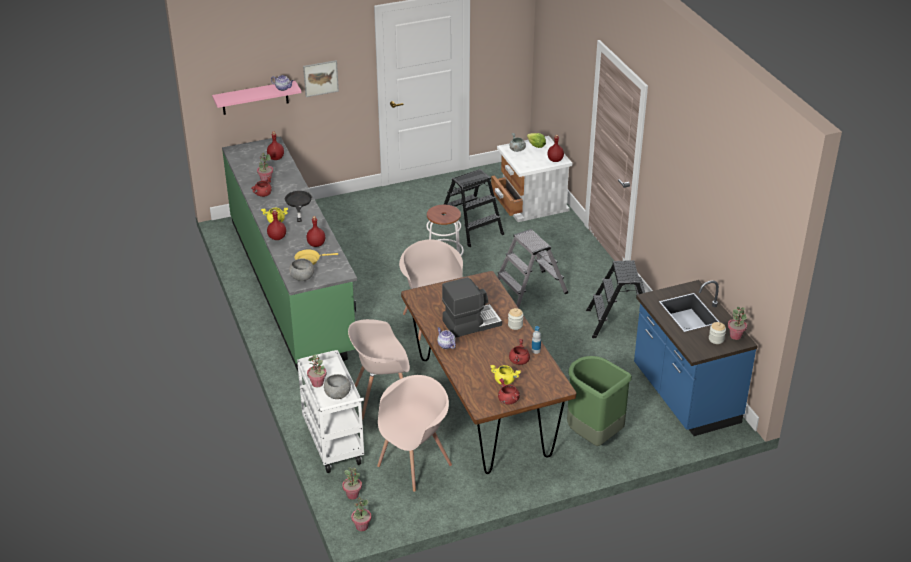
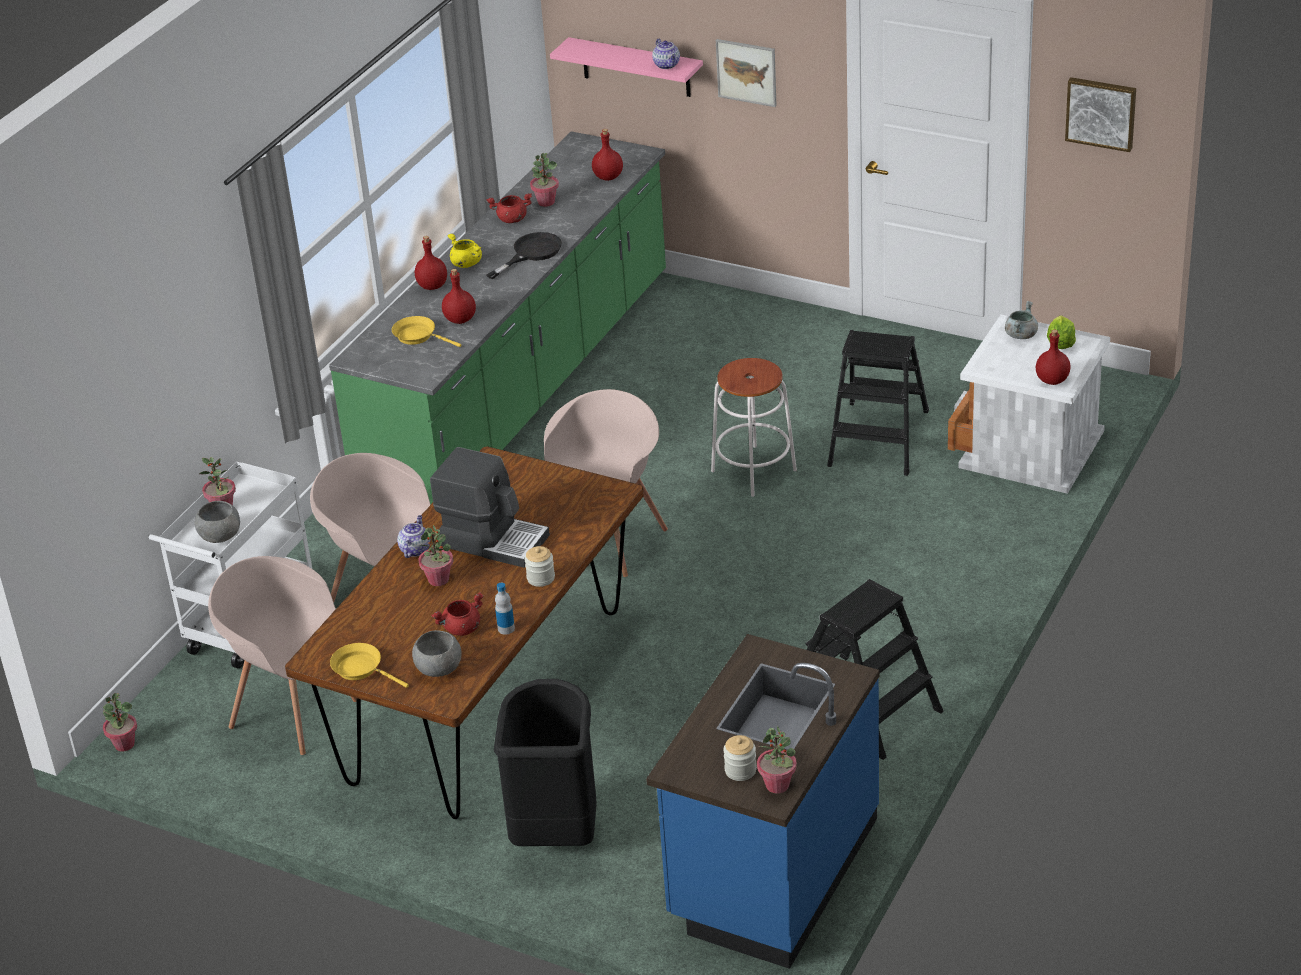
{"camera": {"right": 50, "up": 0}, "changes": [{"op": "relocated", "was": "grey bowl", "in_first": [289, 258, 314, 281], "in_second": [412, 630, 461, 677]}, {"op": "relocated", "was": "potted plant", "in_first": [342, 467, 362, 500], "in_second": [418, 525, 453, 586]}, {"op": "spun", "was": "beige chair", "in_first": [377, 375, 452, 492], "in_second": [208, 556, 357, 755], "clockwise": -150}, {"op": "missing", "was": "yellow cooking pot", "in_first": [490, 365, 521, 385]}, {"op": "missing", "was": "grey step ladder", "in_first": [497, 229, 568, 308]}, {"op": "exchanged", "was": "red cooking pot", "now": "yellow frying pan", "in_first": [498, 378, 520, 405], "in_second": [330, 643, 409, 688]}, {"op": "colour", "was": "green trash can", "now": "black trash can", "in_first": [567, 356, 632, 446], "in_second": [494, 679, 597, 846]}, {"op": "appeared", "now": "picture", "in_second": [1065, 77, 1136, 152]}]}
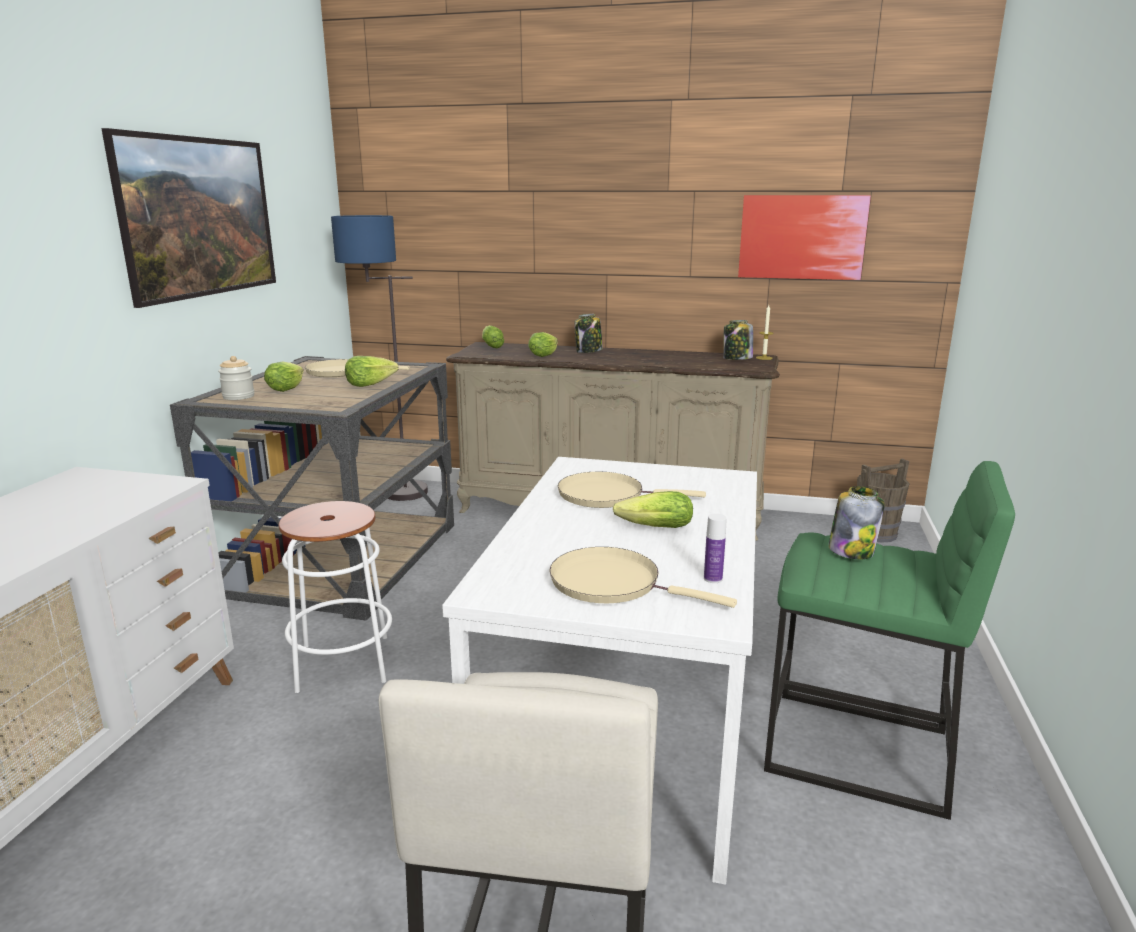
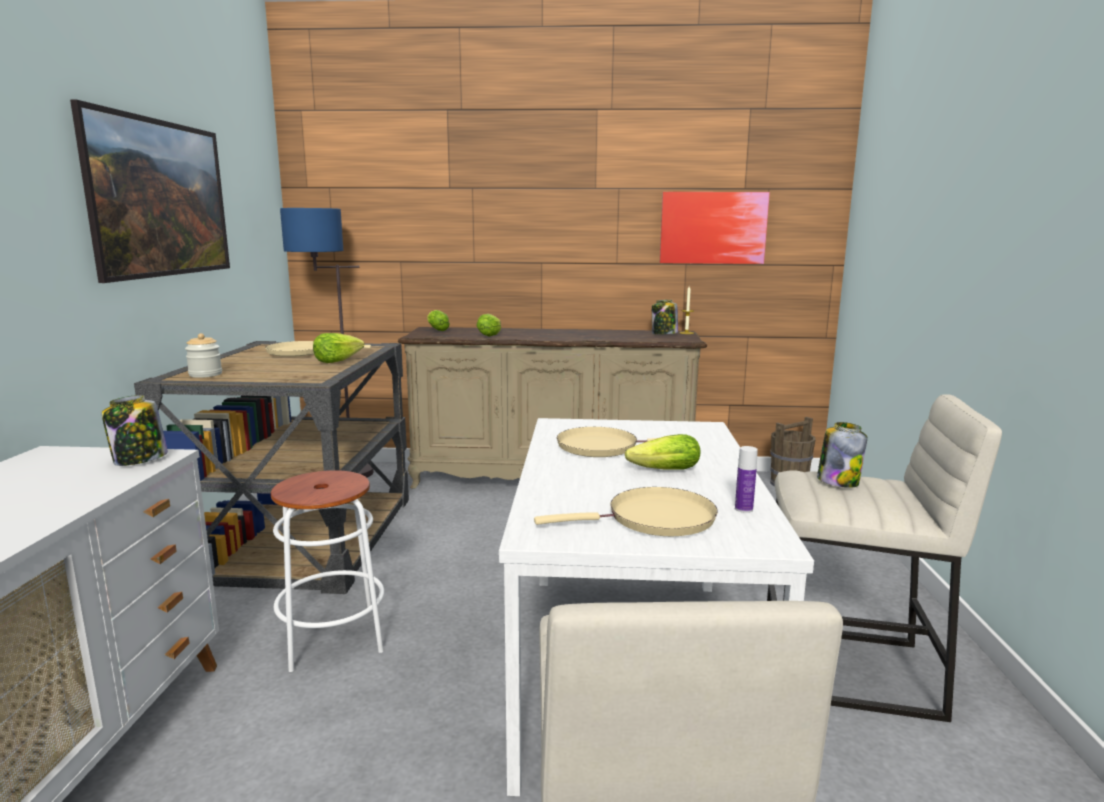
{"camera": {"right": -10, "up": -5}, "changes": [{"op": "missing", "was": "lettuce", "in_first": [264, 361, 304, 392]}, {"op": "spun", "was": "beige frying pan", "in_first": [549, 547, 737, 608], "in_second": [534, 487, 718, 536], "clockwise": 150}, {"op": "relocated", "was": "jar", "in_first": [574, 314, 603, 353], "in_second": [102, 395, 168, 466]}, {"op": "colour", "was": "green stool", "now": "beige stool", "in_first": [764, 461, 1015, 820], "in_second": [767, 394, 1002, 722]}]}
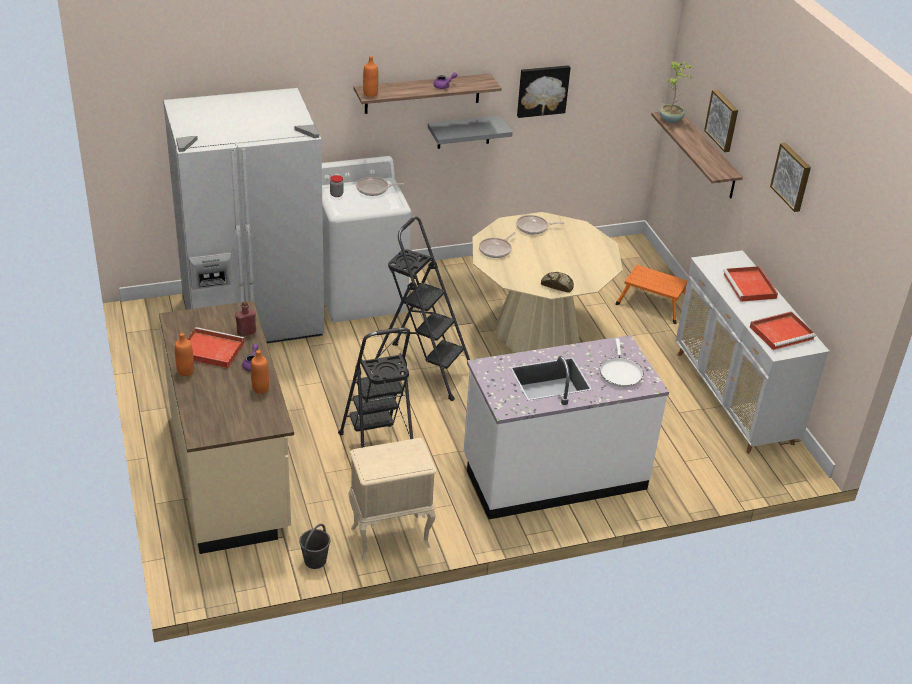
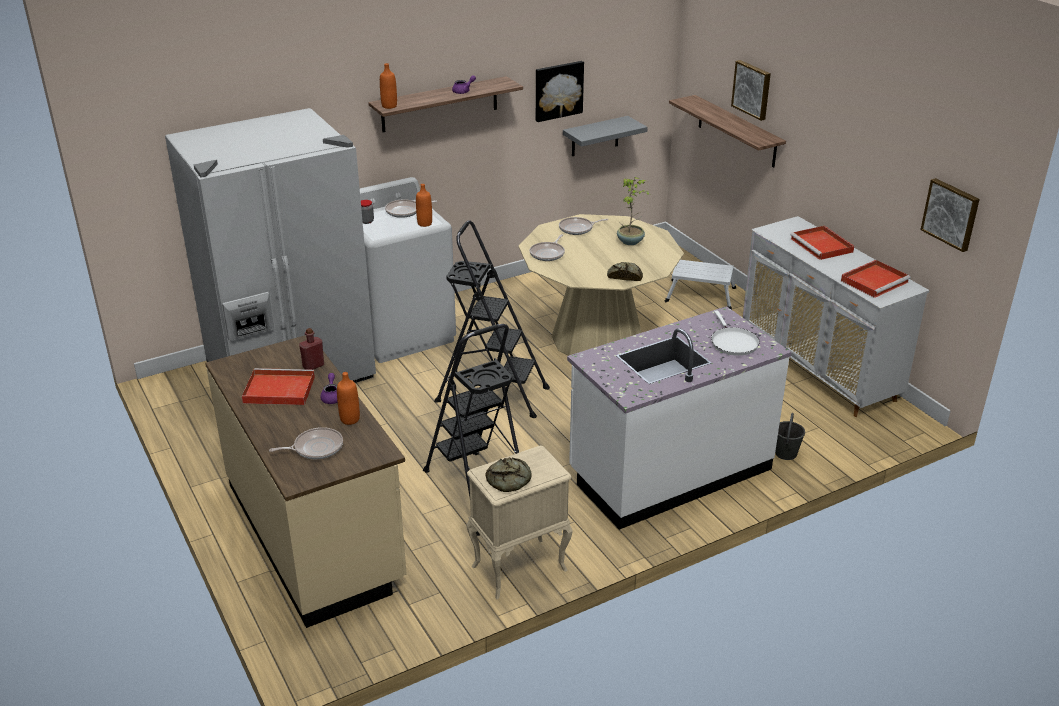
{"camera": {"right": -10, "up": -5}, "changes": [{"op": "relocated", "was": "orange bottle", "in_first": [175, 333, 194, 376], "in_second": [416, 184, 432, 227]}, {"op": "relocated", "was": "grey bucket", "in_first": [299, 524, 330, 569], "in_second": [775, 413, 805, 460]}, {"op": "relocated", "was": "grey shelf", "in_first": [428, 116, 513, 149], "in_second": [563, 116, 648, 156]}, {"op": "colour", "was": "orange step ladder", "now": "white step ladder", "in_first": [615, 264, 688, 324], "in_second": [664, 260, 736, 310]}, {"op": "relocated", "was": "potted plant", "in_first": [660, 61, 694, 123], "in_second": [617, 177, 651, 245]}, {"op": "relocated", "was": "picture", "in_first": [770, 143, 811, 212], "in_second": [920, 178, 980, 252]}, {"op": "appeared", "now": "frying pan", "in_second": [269, 427, 343, 459]}, {"op": "appeared", "now": "bread", "in_second": [485, 457, 531, 492]}]}
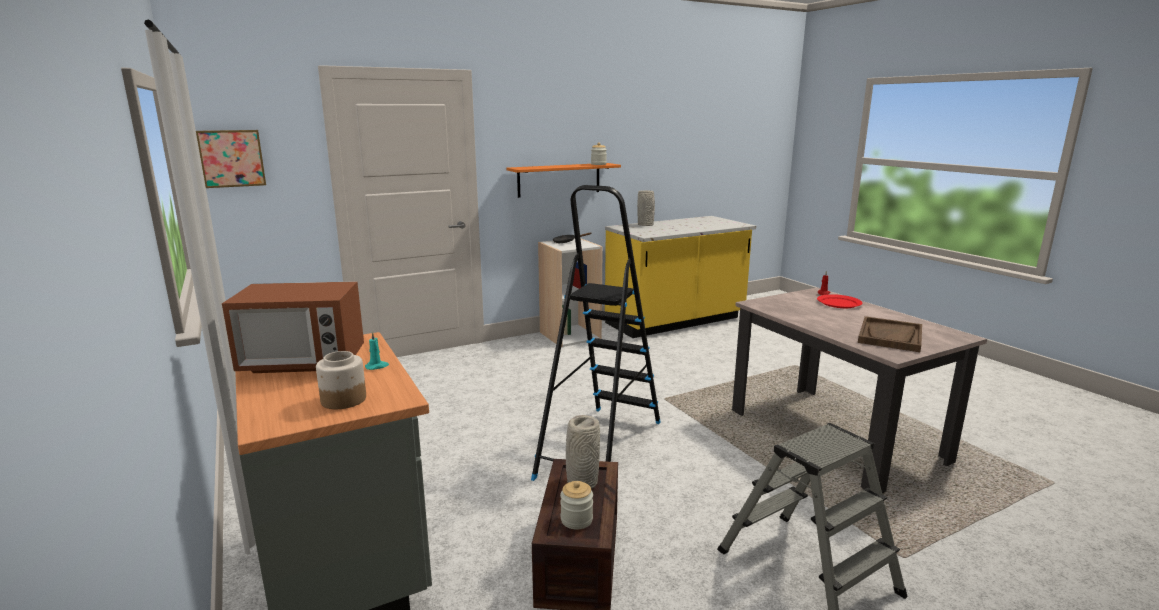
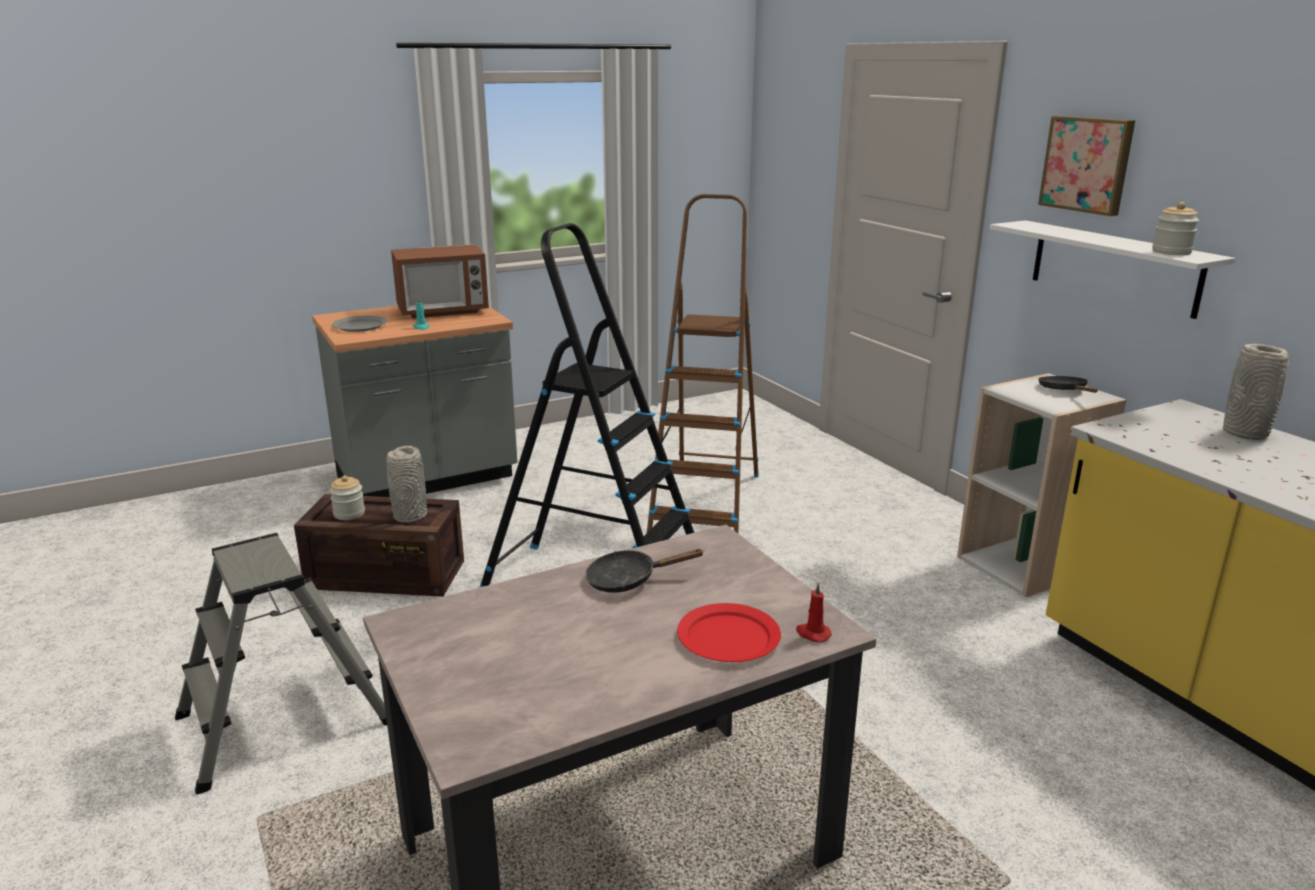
{"camera": {"right": 90, "up": 5}, "changes": [{"op": "relocated", "was": "picture", "in_first": [196, 130, 266, 188], "in_second": [1038, 116, 1135, 216]}, {"op": "spun", "was": "microwave", "in_first": [222, 281, 364, 373], "in_second": [391, 244, 489, 318], "clockwise": -105}, {"op": "exchanged", "was": "jar", "now": "grey plate", "in_first": [316, 351, 366, 409], "in_second": [332, 315, 388, 332]}, {"op": "colour", "was": "orange shelf", "now": "white shelf", "in_first": [506, 163, 621, 198], "in_second": [990, 220, 1235, 319]}, {"op": "missing", "was": "brown tray", "in_first": [858, 316, 922, 352]}, {"op": "appeared", "now": "black frying pan", "in_second": [585, 549, 704, 593]}, {"op": "appeared", "now": "brown step ladder", "in_second": [647, 194, 759, 534]}]}
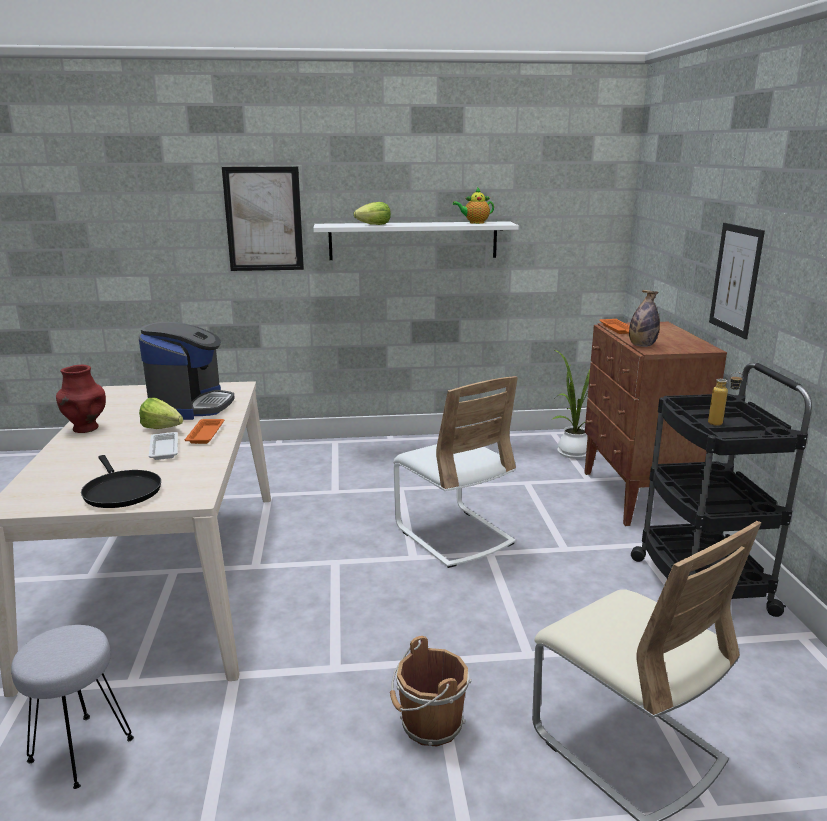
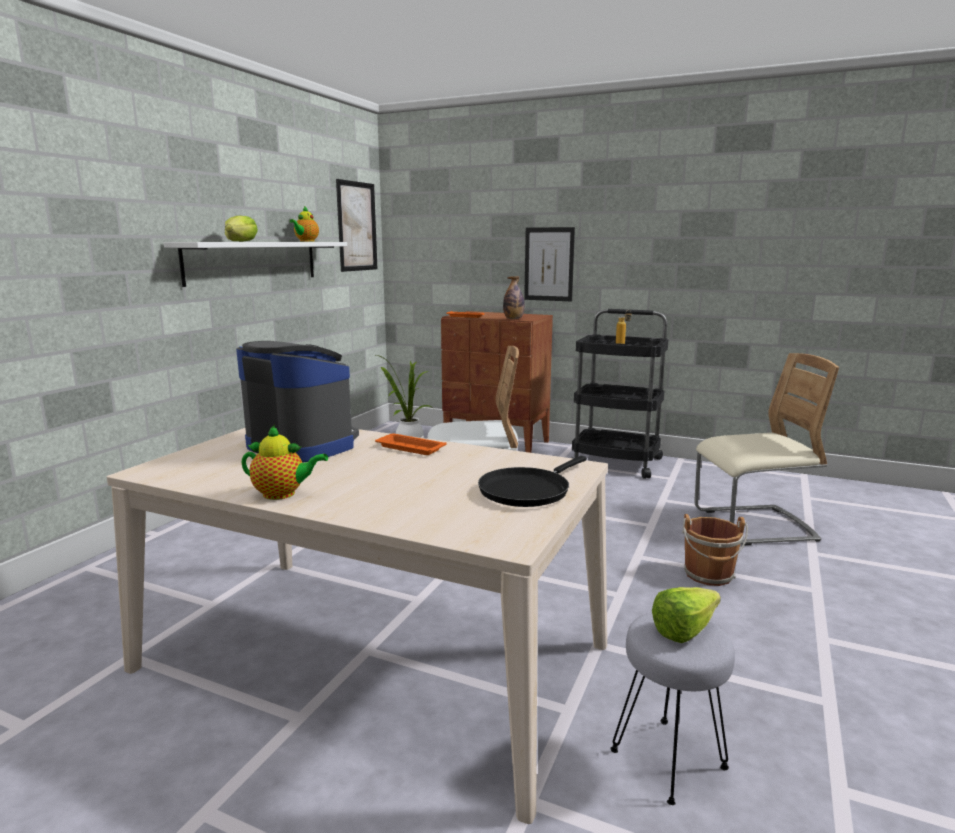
{"camera": {"right": -60, "up": -5}, "changes": [{"op": "exchanged", "was": "red vase", "now": "teapot", "in_first": [56, 365, 106, 433], "in_second": [241, 425, 328, 500]}, {"op": "spun", "was": "black frying pan", "in_first": [81, 455, 161, 508], "in_second": [478, 456, 587, 507], "clockwise": 135}, {"op": "relocated", "was": "lettuce", "in_first": [139, 397, 183, 429], "in_second": [652, 587, 721, 643]}, {"op": "missing", "was": "white tray", "in_first": [149, 432, 178, 460]}, {"op": "relocated", "was": "picture", "in_first": [222, 166, 304, 271], "in_second": [336, 179, 377, 272]}]}
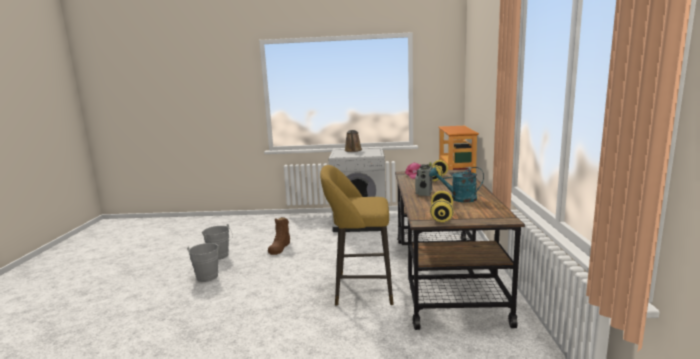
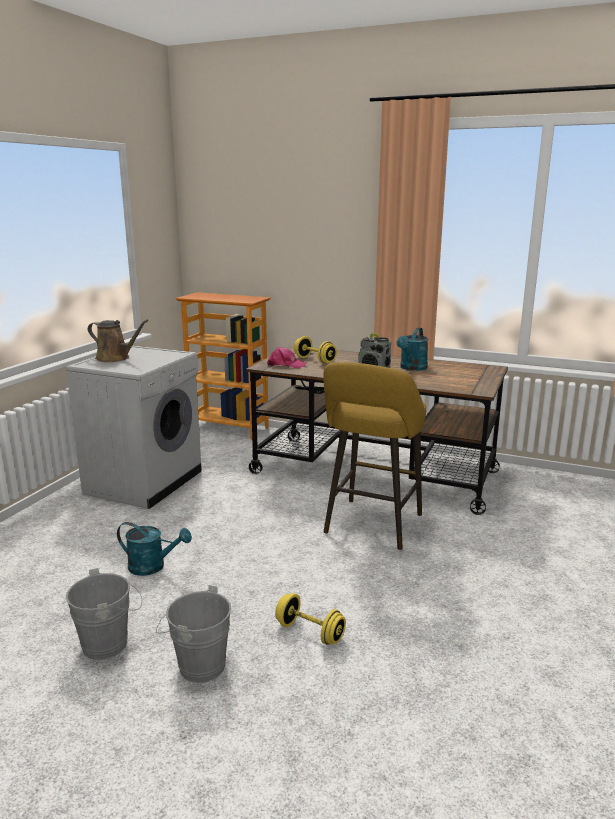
{"camera": {"right": -70, "up": 5}, "changes": [{"op": "exchanged", "was": "brown boot", "now": "turquoise watering can", "in_first": [268, 217, 290, 255], "in_second": [117, 522, 192, 576]}, {"op": "relocated", "was": "yellow dumbbell", "in_first": [430, 191, 454, 222], "in_second": [275, 593, 346, 645]}]}
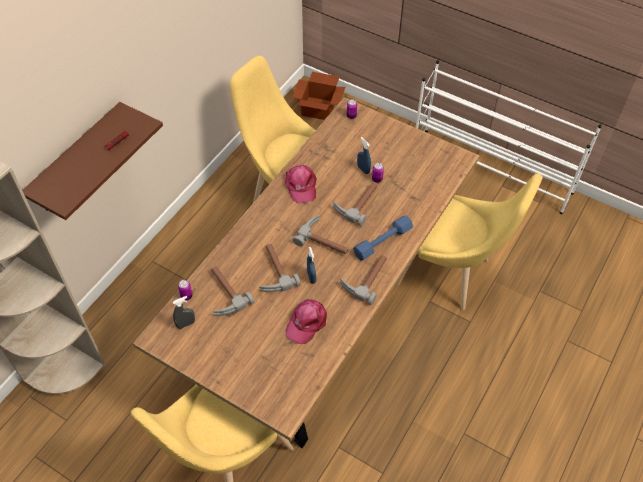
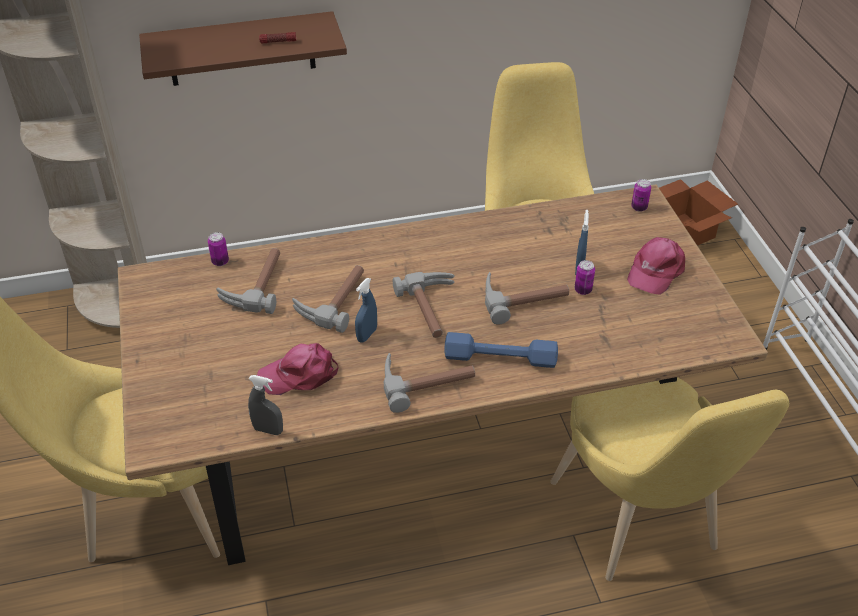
{"camera": {"right": 45, "up": -10}, "changes": [{"op": "relocated", "was": "grey spray bottle", "in_first": [173, 296, 195, 329], "in_second": [248, 375, 283, 435]}, {"op": "relocated", "was": "pink cap", "in_first": [285, 165, 316, 203], "in_second": [627, 237, 685, 295]}]}
